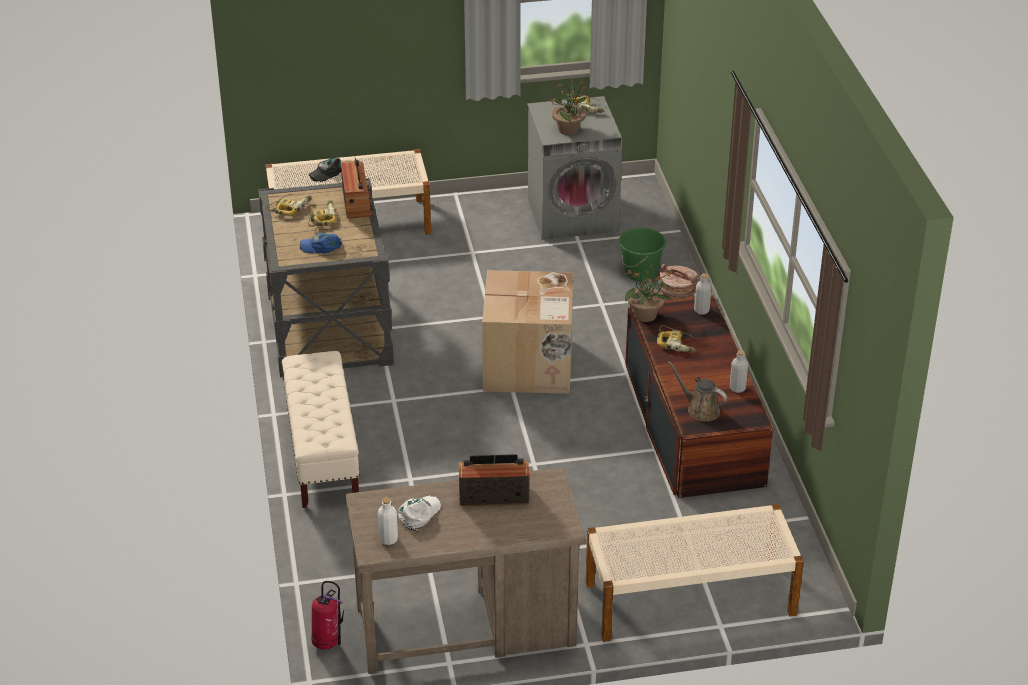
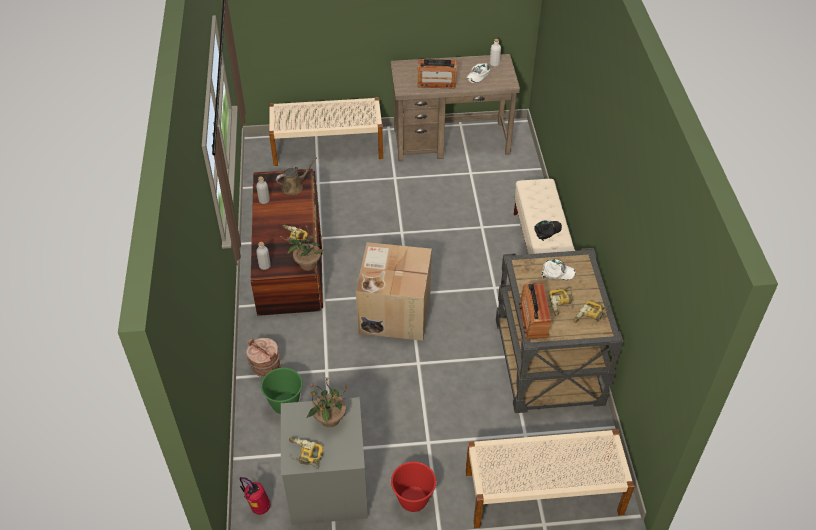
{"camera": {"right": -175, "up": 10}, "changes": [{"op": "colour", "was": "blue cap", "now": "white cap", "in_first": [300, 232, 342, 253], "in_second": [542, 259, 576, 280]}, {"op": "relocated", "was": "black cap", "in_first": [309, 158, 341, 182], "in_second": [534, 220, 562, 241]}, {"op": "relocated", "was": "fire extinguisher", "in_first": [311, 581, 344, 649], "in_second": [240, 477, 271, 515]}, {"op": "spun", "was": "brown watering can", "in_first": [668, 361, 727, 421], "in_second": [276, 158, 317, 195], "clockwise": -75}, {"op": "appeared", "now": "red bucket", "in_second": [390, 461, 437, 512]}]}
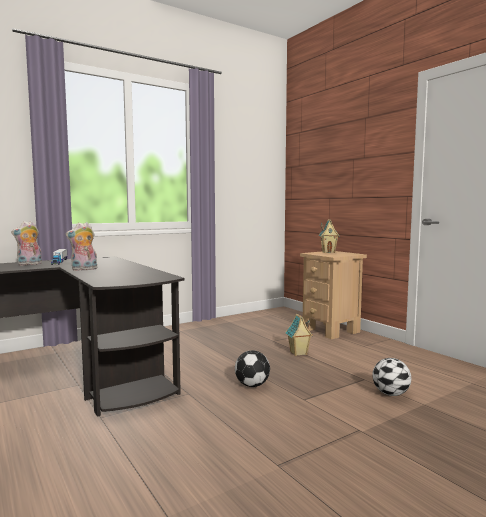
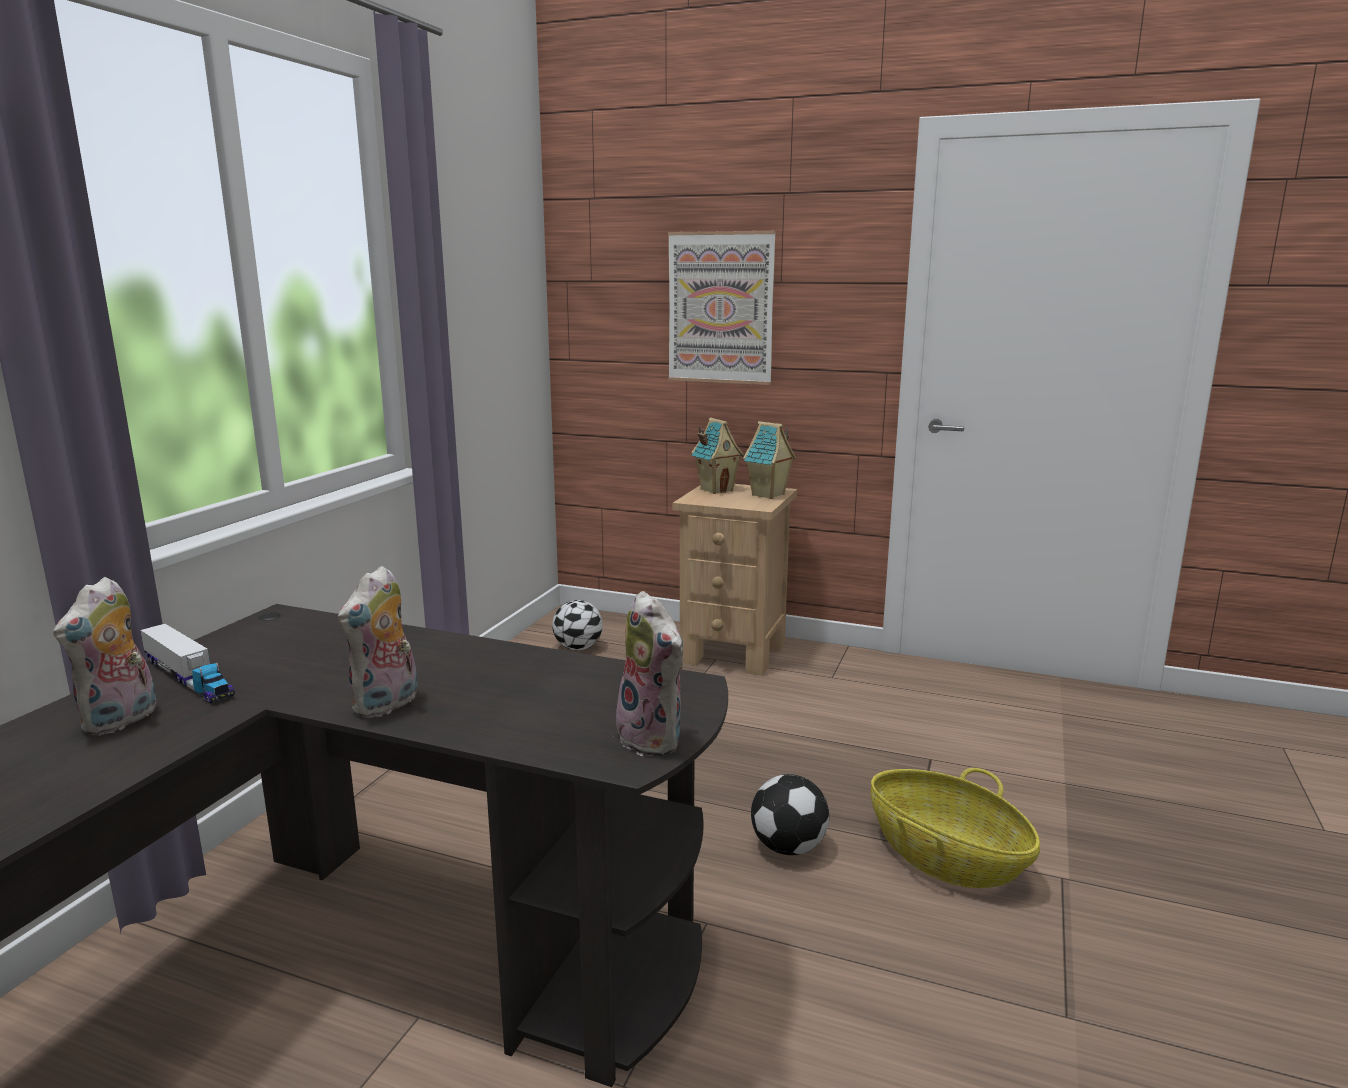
{"camera": {"right": -35, "up": 10}, "changes": [{"op": "relocated", "was": "toy house", "in_first": [286, 313, 313, 356], "in_second": [743, 421, 796, 499]}, {"op": "relocated", "was": "football", "in_first": [372, 358, 411, 396], "in_second": [552, 600, 603, 650]}, {"op": "appeared", "now": "plush toy", "in_second": [611, 591, 684, 756]}, {"op": "appeared", "now": "picture", "in_second": [668, 231, 776, 385]}, {"op": "appeared", "now": "basket", "in_second": [871, 768, 1040, 888]}]}
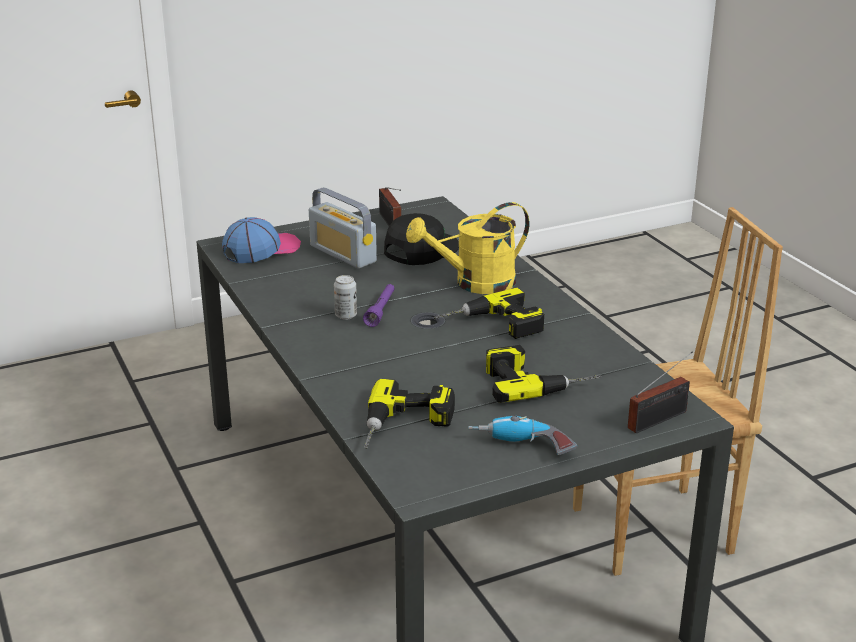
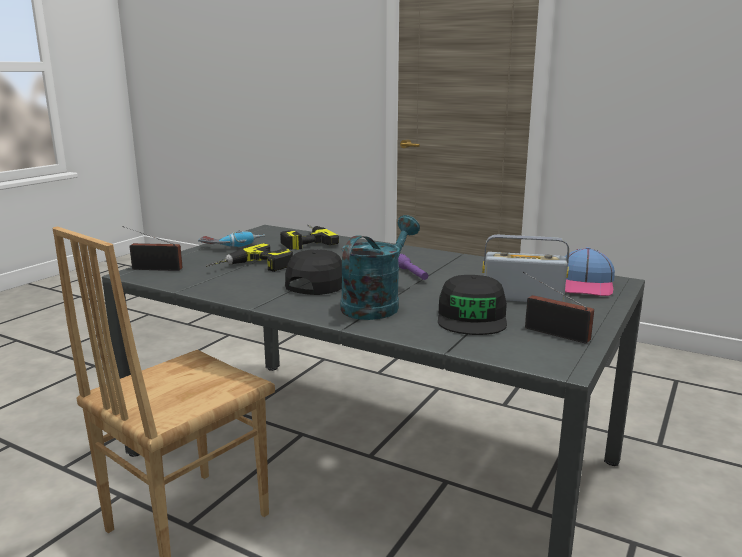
{"camera": {"right": 145, "up": -10}, "changes": [{"op": "missing", "was": "can", "in_first": [334, 275, 357, 320]}, {"op": "colour", "was": "yellow watering can", "now": "turquoise watering can", "in_first": [406, 202, 529, 294], "in_second": [340, 215, 420, 320]}, {"op": "exchanged", "was": "power drill", "now": "black cap", "in_first": [434, 288, 544, 339], "in_second": [285, 249, 342, 295]}, {"op": "spun", "was": "radio", "in_first": [628, 351, 693, 433], "in_second": [122, 226, 183, 271], "clockwise": 75}]}
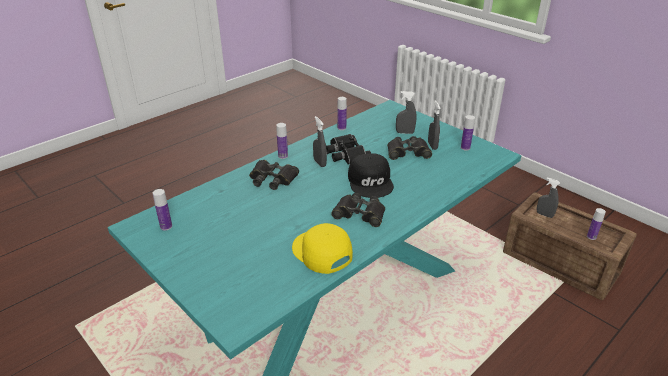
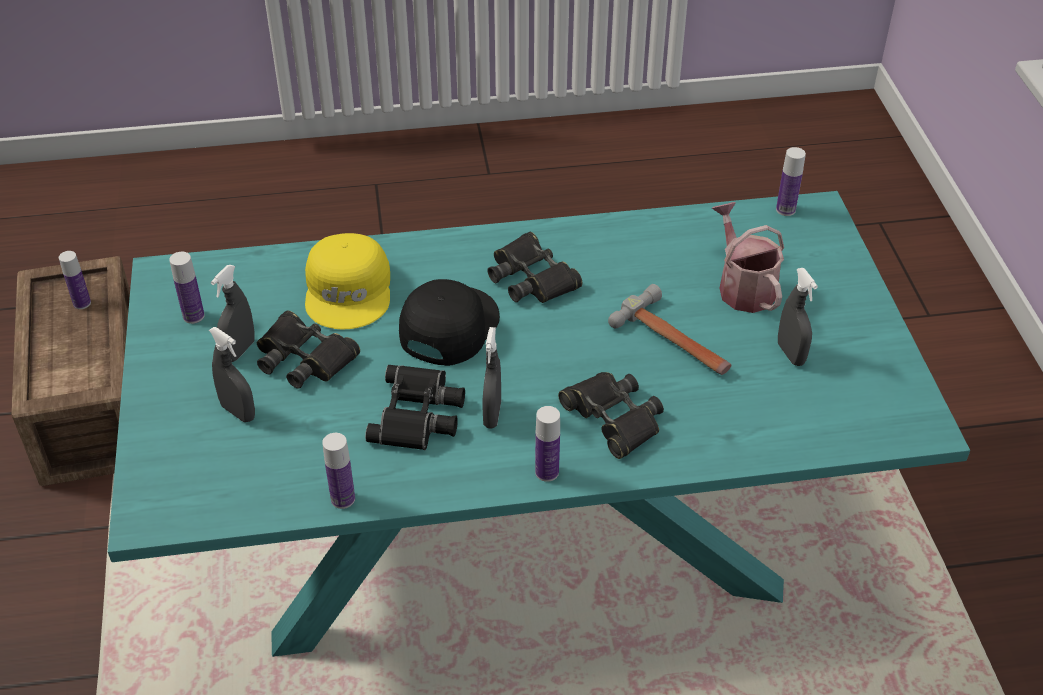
{"camera": {"right": -145, "up": 10}, "changes": [{"op": "relocated", "was": "bottle", "in_first": [153, 189, 172, 231], "in_second": [776, 147, 806, 216]}, {"op": "relocated", "was": "yellow cap", "in_first": [292, 223, 353, 274], "in_second": [305, 233, 390, 330]}, {"op": "relocated", "was": "grey spray bottle", "in_first": [537, 177, 560, 218], "in_second": [778, 268, 818, 366]}, {"op": "appeared", "now": "hammer", "in_second": [608, 284, 732, 375]}, {"op": "appeared", "now": "watering can", "in_second": [712, 202, 784, 313]}]}
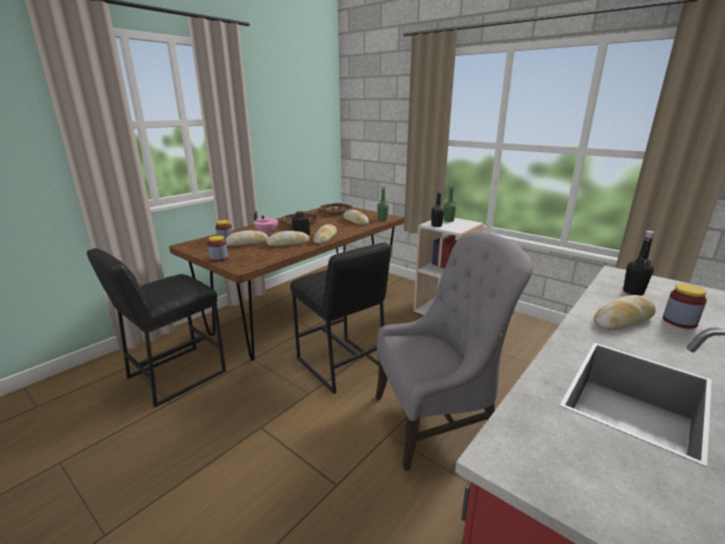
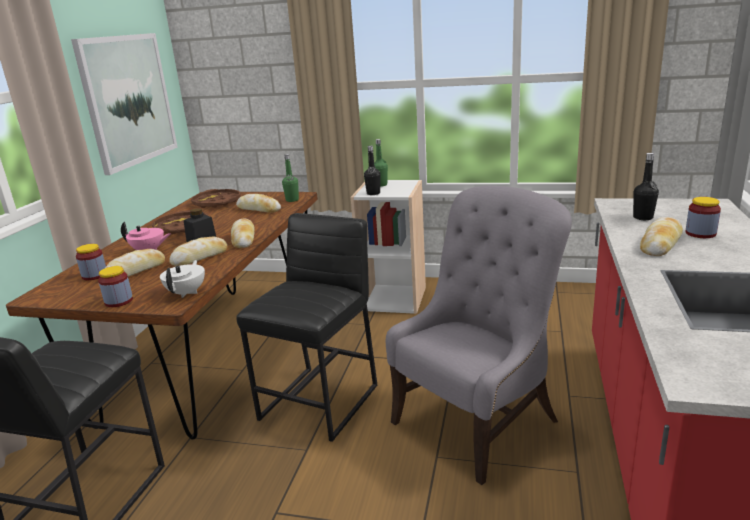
{"camera": {"right": -25, "up": 0}, "changes": [{"op": "spun", "was": "black chair", "in_first": [290, 243, 392, 394], "in_second": [236, 213, 377, 442], "clockwise": -90}, {"op": "appeared", "now": "picture", "in_second": [71, 33, 178, 175]}, {"op": "appeared", "now": "white teapot", "in_second": [160, 260, 205, 298]}]}
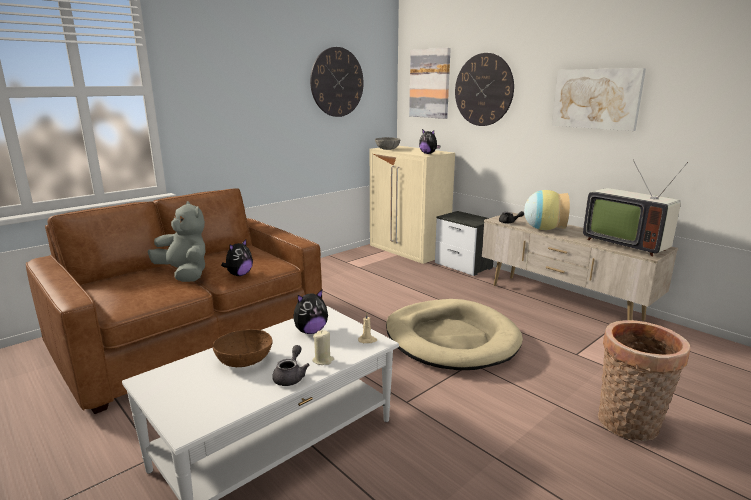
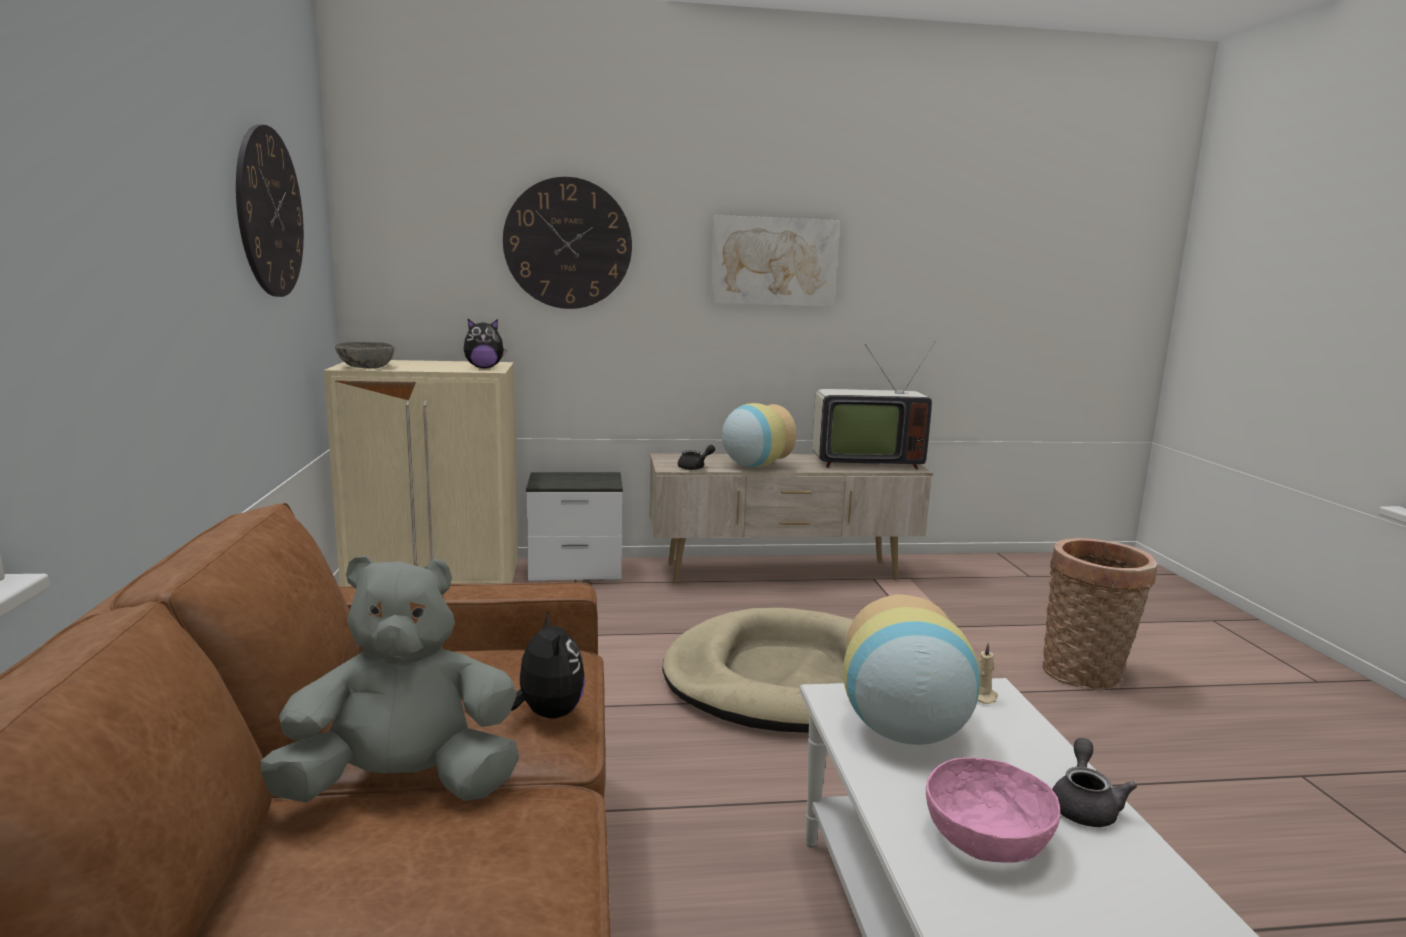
{"camera": {"right": -55, "up": -5}, "changes": [{"op": "colour", "was": "brown bowl", "now": "pink bowl", "in_first": [213, 329, 273, 367], "in_second": [926, 757, 1060, 863]}, {"op": "spun", "was": "grey teapot", "in_first": [272, 345, 309, 386], "in_second": [1052, 738, 1137, 827], "clockwise": 60}, {"op": "exchanged", "was": "plush toy", "now": "vase", "in_first": [293, 290, 328, 334], "in_second": [843, 594, 980, 745]}, {"op": "missing", "was": "beige candle", "in_first": [312, 330, 334, 365]}, {"op": "missing", "was": "picture", "in_first": [409, 48, 451, 119]}]}
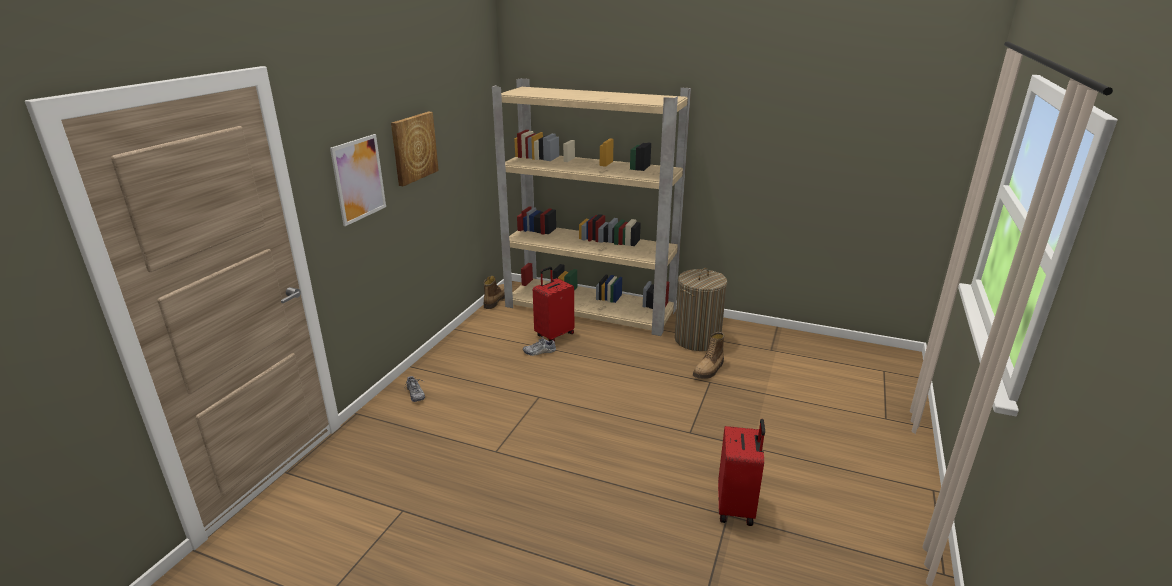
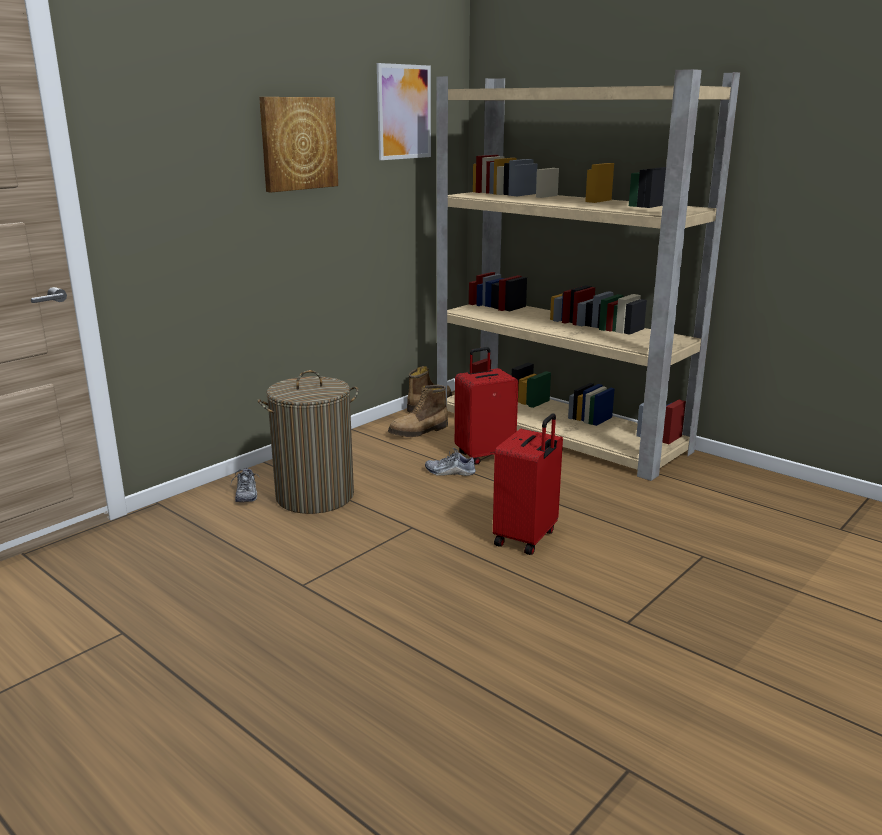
{"camera": {"right": 20, "up": -5}, "changes": [{"op": "relocated", "was": "picture", "in_first": [330, 134, 386, 226], "in_second": [377, 63, 431, 160]}, {"op": "relocated", "was": "laundry basket", "in_first": [674, 268, 727, 351], "in_second": [257, 370, 359, 514]}, {"op": "relocated", "was": "boot", "in_first": [693, 332, 725, 379], "in_second": [388, 385, 448, 437]}, {"op": "relocated", "was": "red suitcase", "in_first": [718, 419, 765, 526], "in_second": [493, 414, 563, 555]}]}
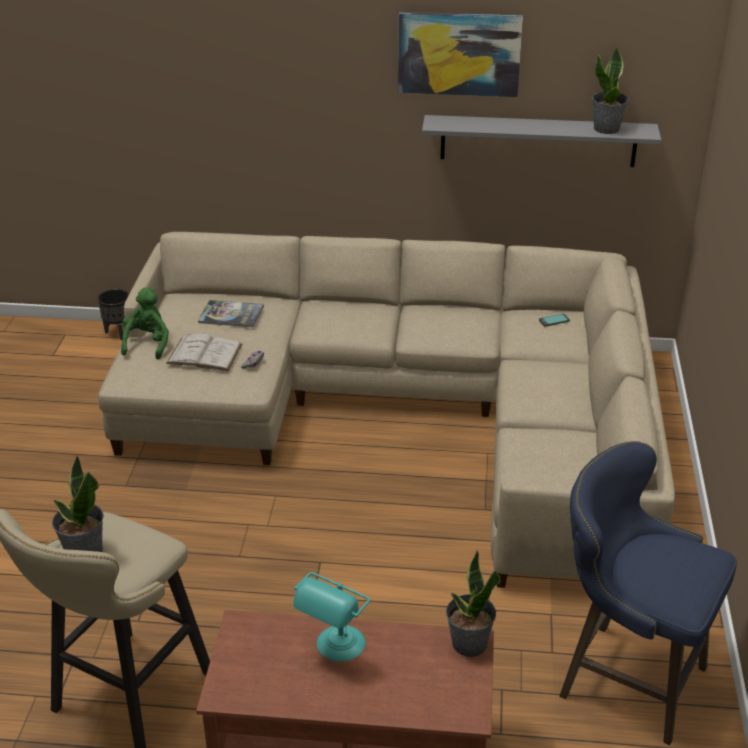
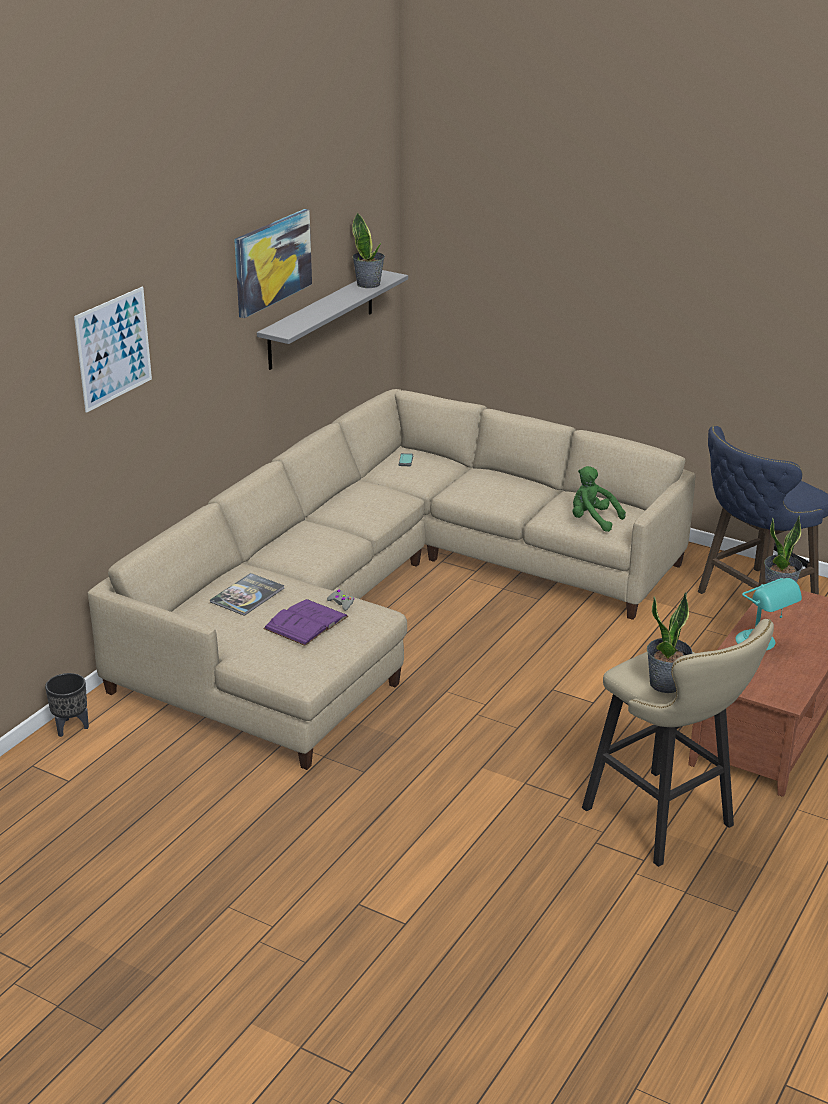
{"camera": {"right": -65, "up": -5}, "changes": [{"op": "relocated", "was": "green plush toy", "in_first": [121, 287, 169, 359], "in_second": [573, 466, 626, 532]}, {"op": "colour", "was": "white book", "now": "purple book", "in_first": [166, 333, 242, 371], "in_second": [263, 599, 348, 646]}, {"op": "appeared", "now": "picture", "in_second": [74, 287, 152, 413]}]}
